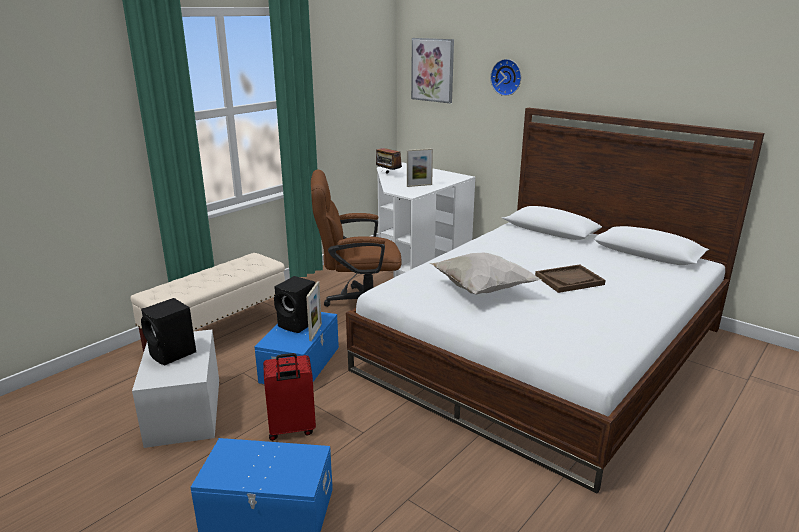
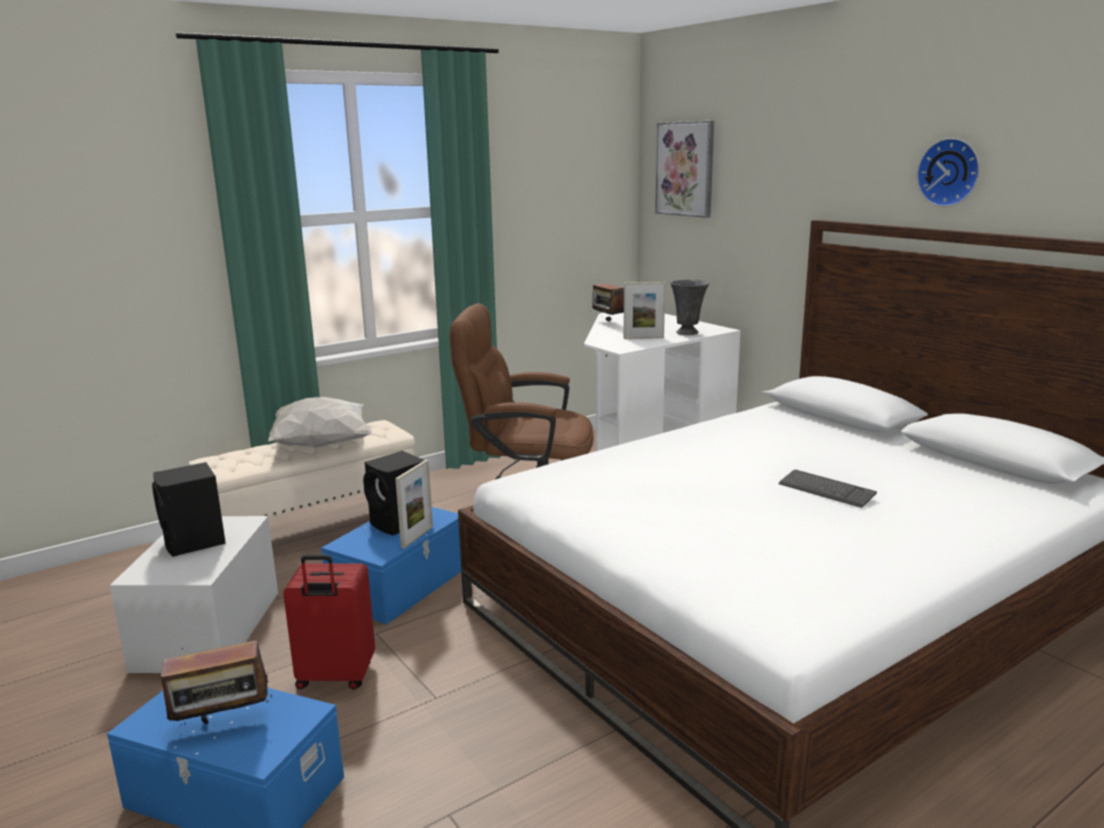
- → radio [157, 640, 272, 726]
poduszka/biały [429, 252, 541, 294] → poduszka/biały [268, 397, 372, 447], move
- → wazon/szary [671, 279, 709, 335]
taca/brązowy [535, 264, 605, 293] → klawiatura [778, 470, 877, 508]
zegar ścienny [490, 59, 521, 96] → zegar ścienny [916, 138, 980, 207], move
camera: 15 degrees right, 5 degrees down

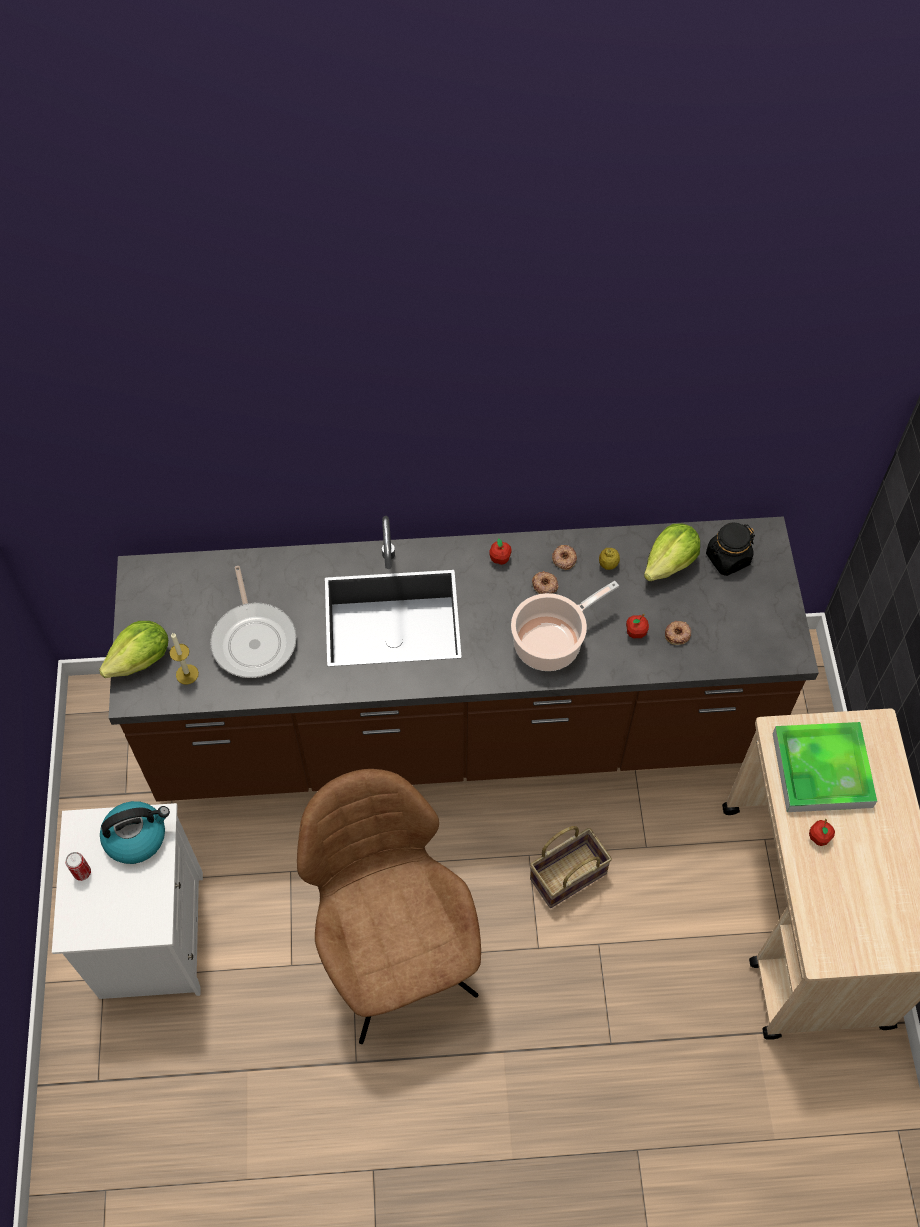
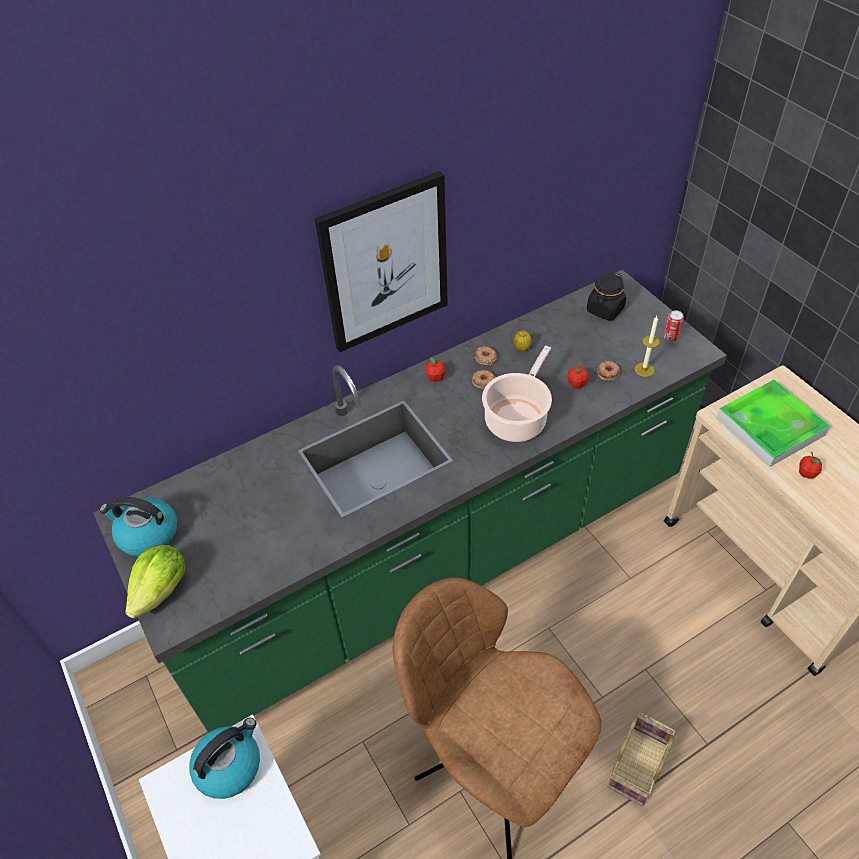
zabudowa kuchenna/brązowy [108, 516, 819, 802] → zabudowa kuchenna/zielony [93, 270, 727, 733]
- → czajnik [99, 497, 177, 557]
- → obraz [315, 171, 448, 352]
koszyk [530, 826, 612, 908] → koszyk [608, 712, 676, 806], move
świeca [169, 633, 199, 684] → świeca [635, 316, 660, 377], move
puszka [65, 852, 91, 881] → puszka [664, 310, 684, 342], move
patelnia [210, 566, 297, 678] → -
sałata [644, 523, 700, 581] → -
camera: 25 degrees left, 10 degrees down

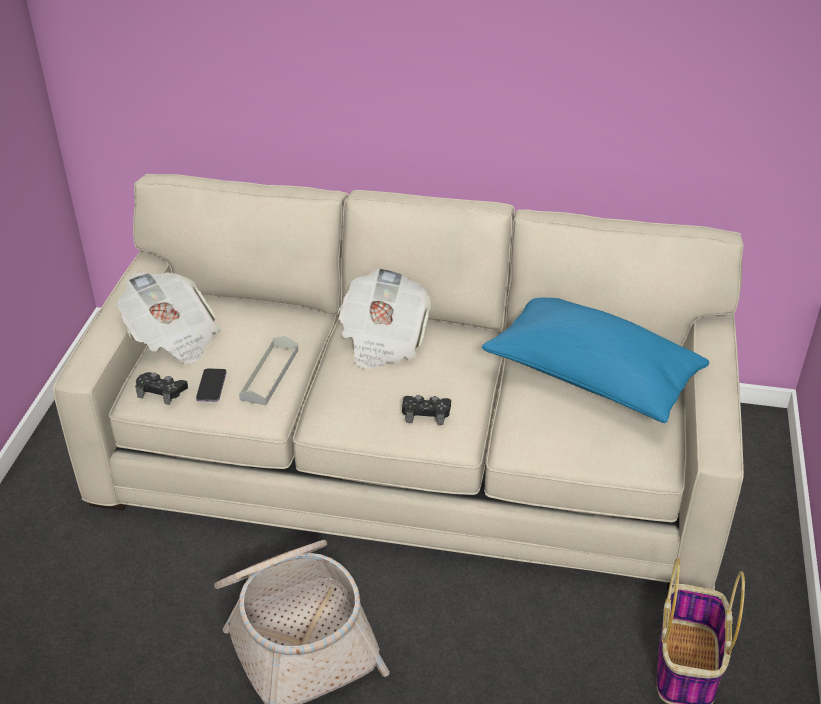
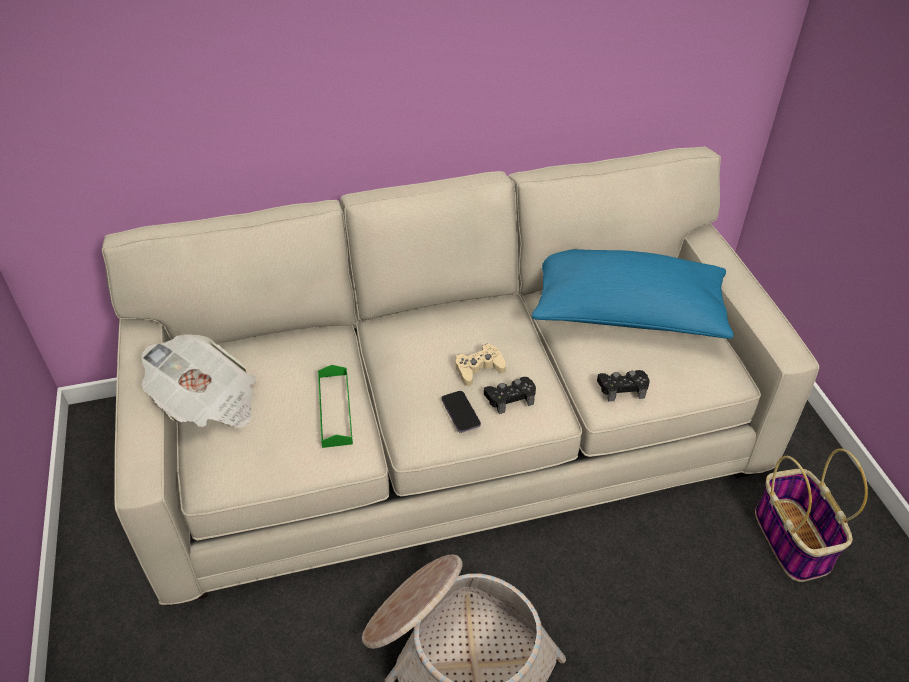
taca/szary [239, 336, 299, 405] → taca/zielony [318, 365, 353, 448]
telefon [196, 368, 226, 402] → telefon [441, 391, 481, 433], move
- → pad do gier/beżowy [456, 344, 506, 386]
pad do gier/czarny [135, 372, 188, 405] → pad do gier/czarny [597, 370, 650, 402], move
gazeta [338, 268, 432, 369] → -
camera: 25 degrees left, 5 degrees up

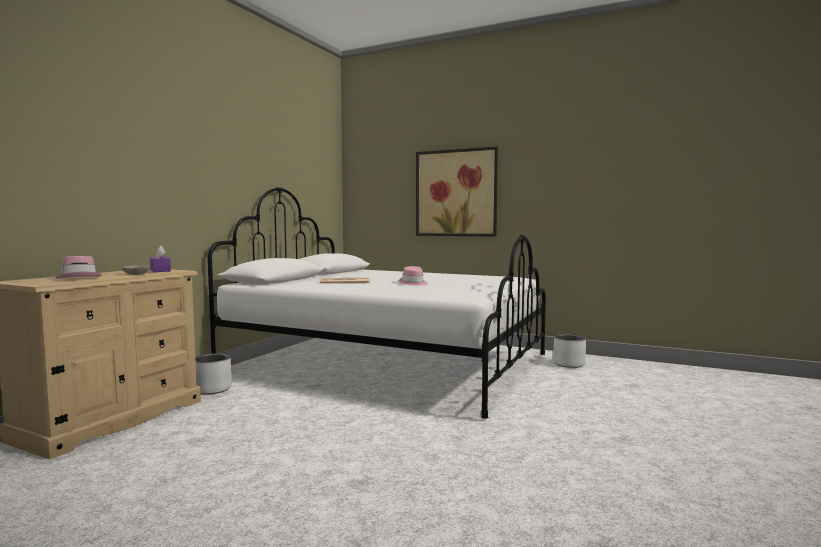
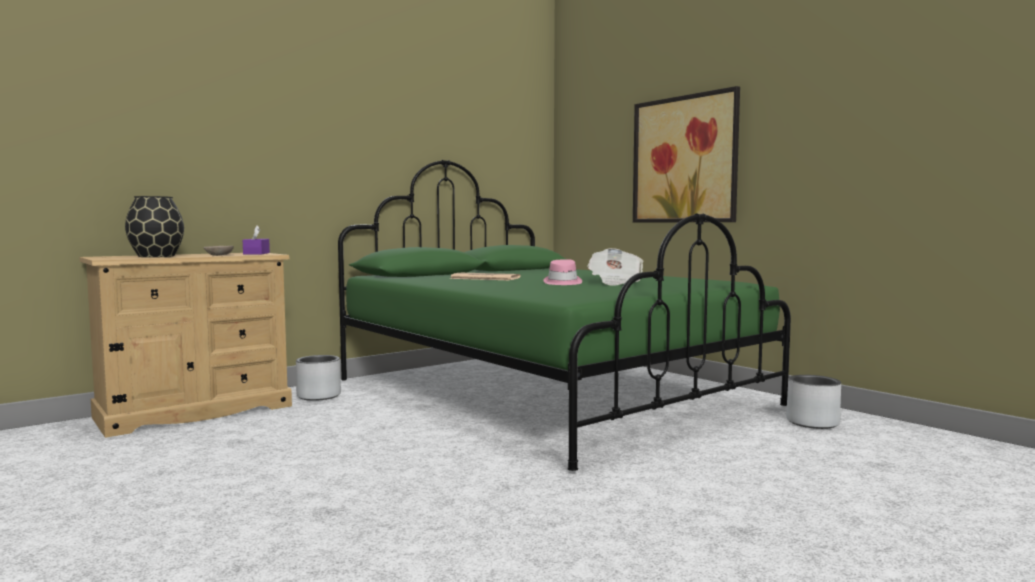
kapelusz/różowy [55, 256, 102, 279] → wazon/czarny [125, 196, 184, 257]
łóżko/biały [207, 187, 546, 419] → łóżko/zielony [338, 160, 791, 471]
- → gazeta [587, 248, 643, 286]
camera: 25 degrees right, 0 degrees up

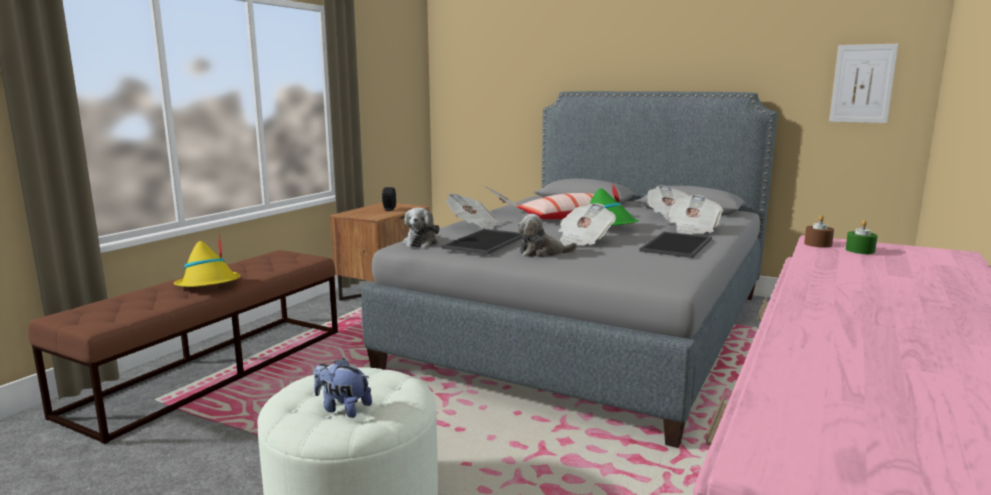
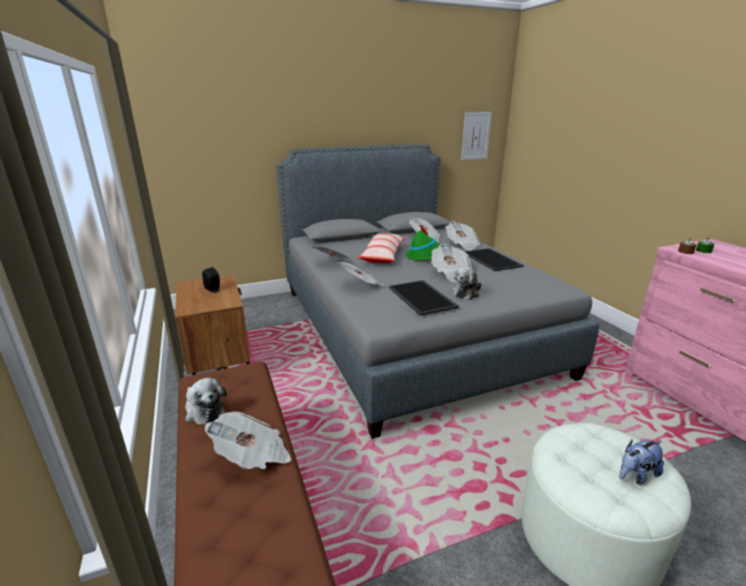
pluszak [403, 208, 439, 248] → pluszak [185, 378, 227, 425], move
kapelusz/żółty [174, 237, 240, 287] → gazeta [205, 411, 292, 470]
camera: 50 degrees left, 10 degrees up

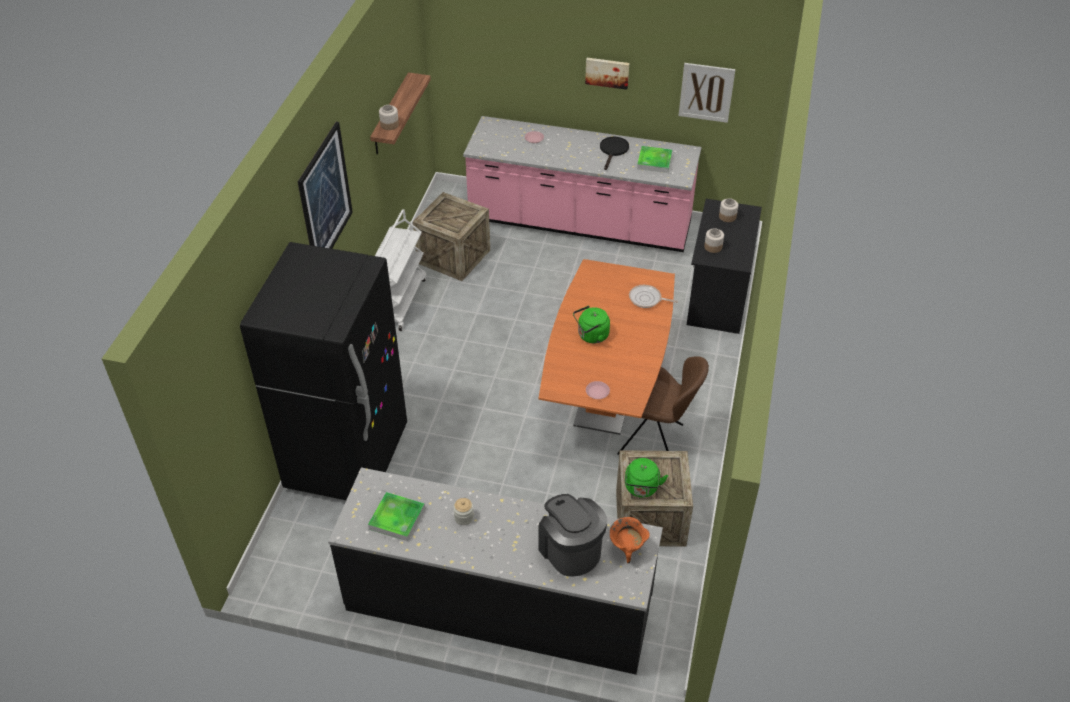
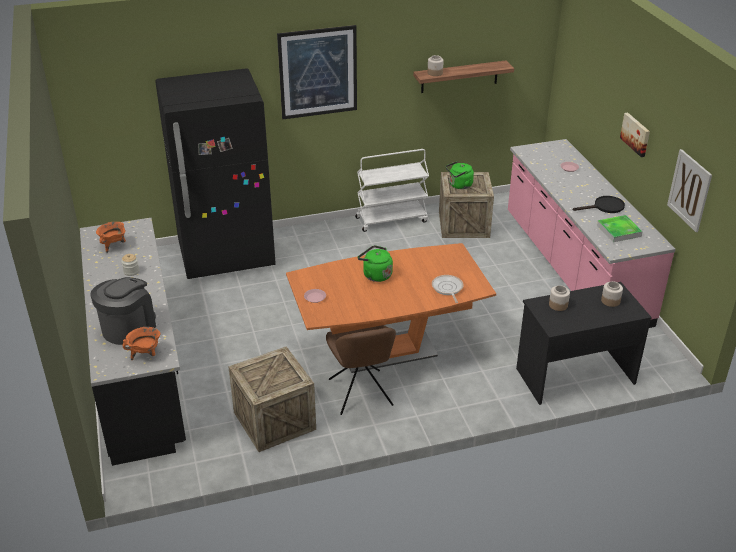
taca [368, 492, 425, 541] → garnek/pomarańczowy [96, 222, 126, 253]
czajnik/zielony [625, 458, 668, 497] → czajnik/zielony [446, 161, 474, 189], move
camera: 60 degrees right, 10 degrees down

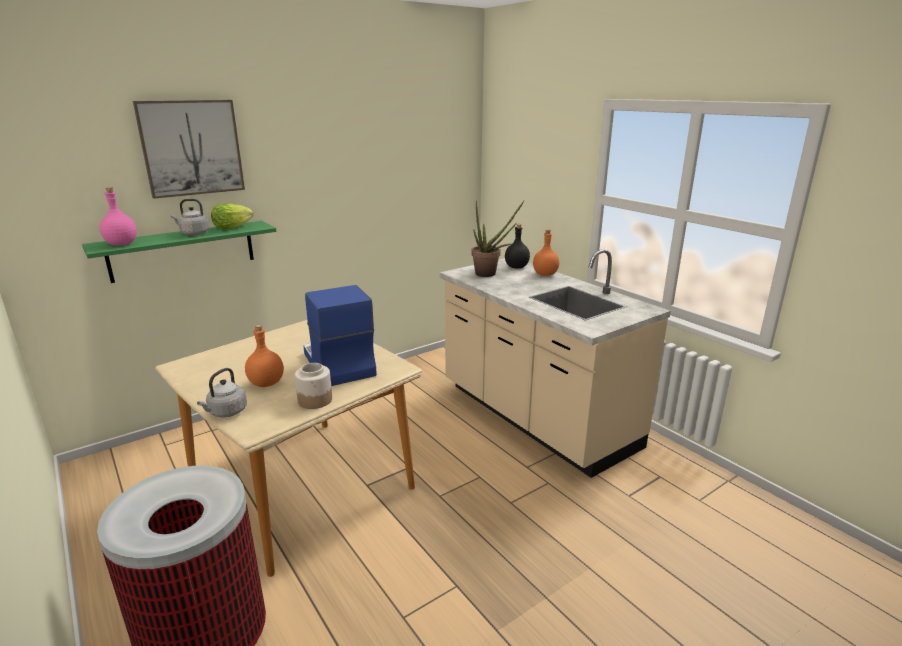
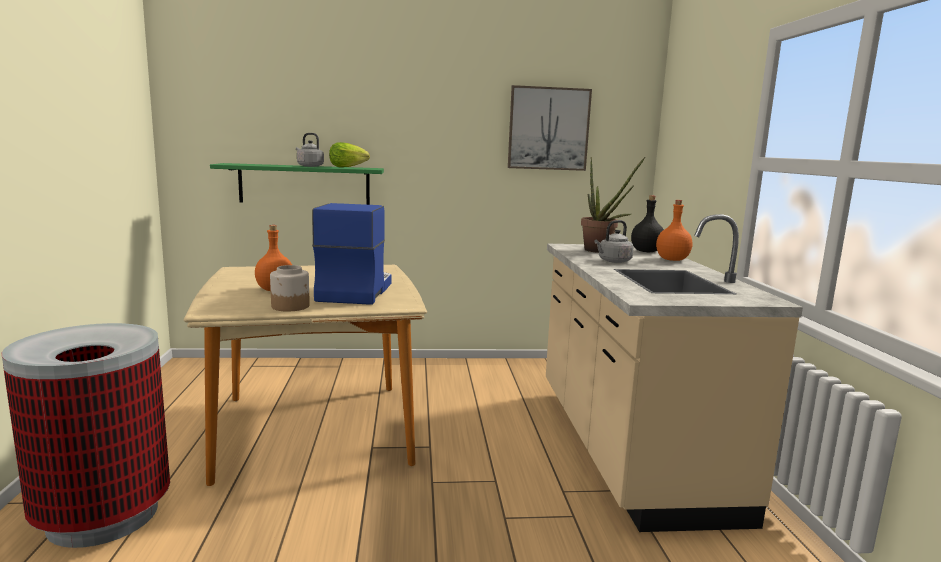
obraz [133, 100, 245, 199] → obraz [508, 85, 592, 171], move
czajnik/szary [197, 368, 247, 417] → czajnik/szary [594, 220, 633, 263], move
butelka/różowy [100, 188, 137, 246] → -
camera: 30 degrees right, 10 degrees down

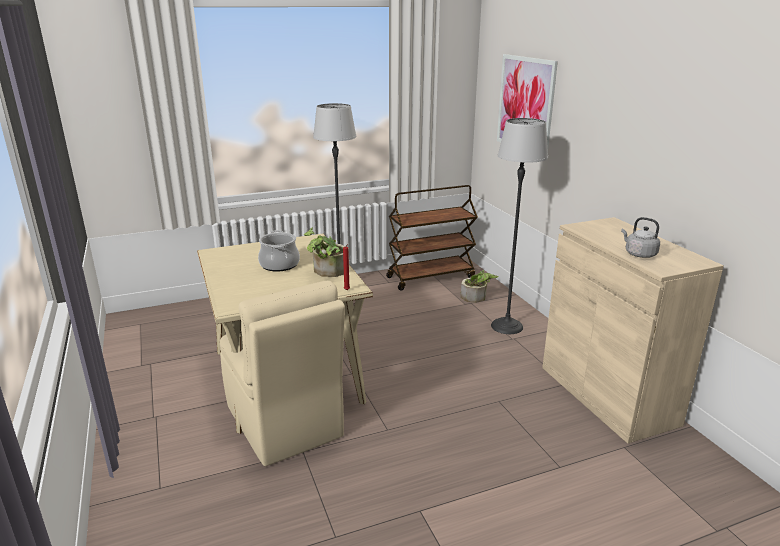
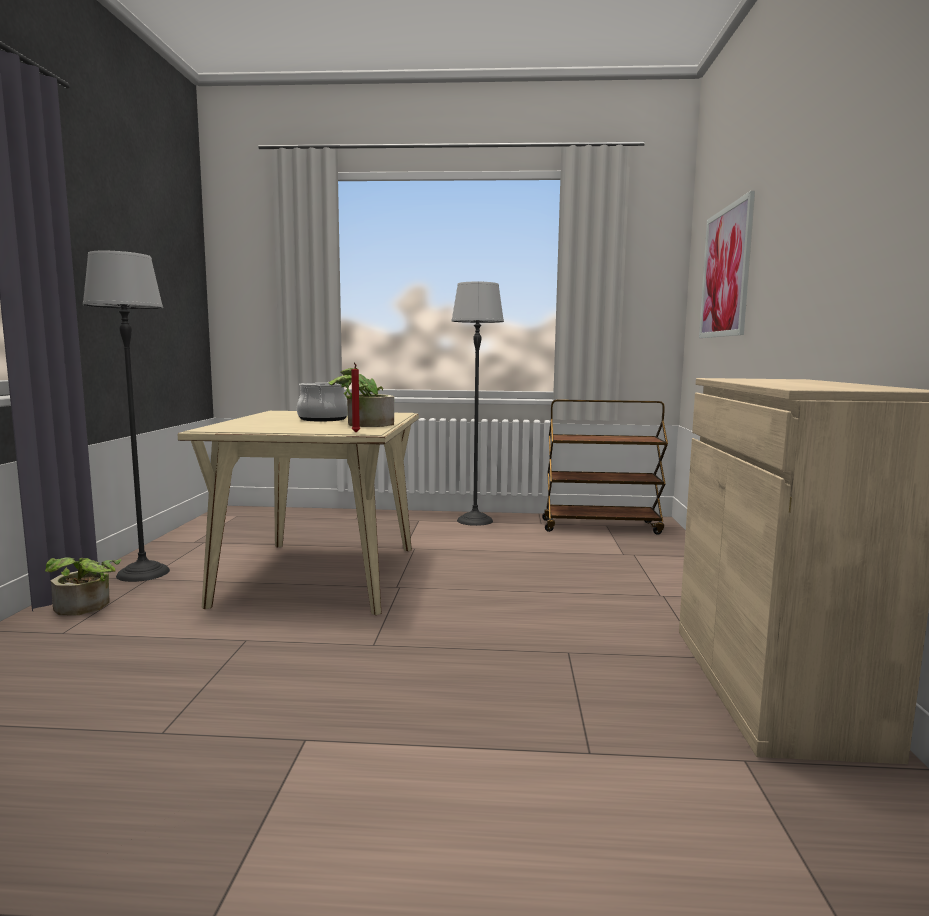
roślina doniczkowa [461, 270, 499, 303] → roślina doniczkowa [45, 557, 121, 615], move
lampa stojąca [491, 118, 548, 334] → lampa stojąca [83, 251, 170, 582], move
krzesło/beżowy [220, 281, 345, 466] → -
czajnik/szary [621, 217, 660, 258] → -
camera: 25 degrees right, 15 degrees down

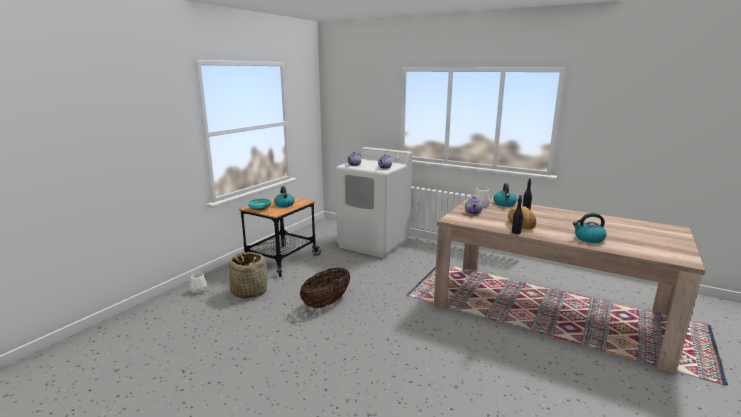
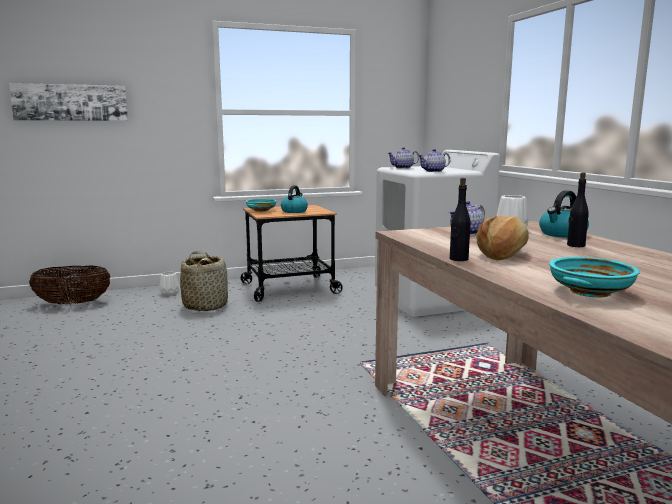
- → obraz [9, 83, 128, 121]
koszyk [300, 268, 350, 309] → koszyk [29, 265, 111, 304], move
czajnik [573, 213, 607, 243] → miska/turkusowy [549, 257, 640, 297]
camera: 40 degrees right, 5 degrees down

